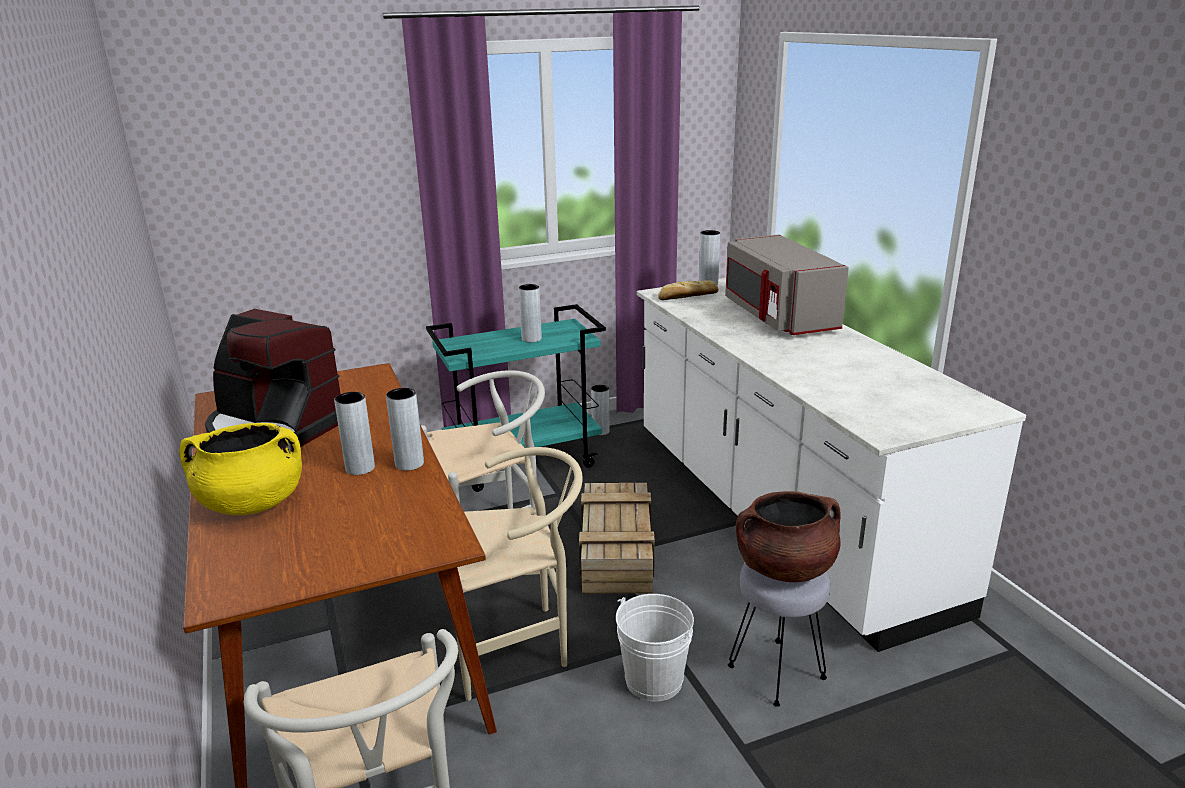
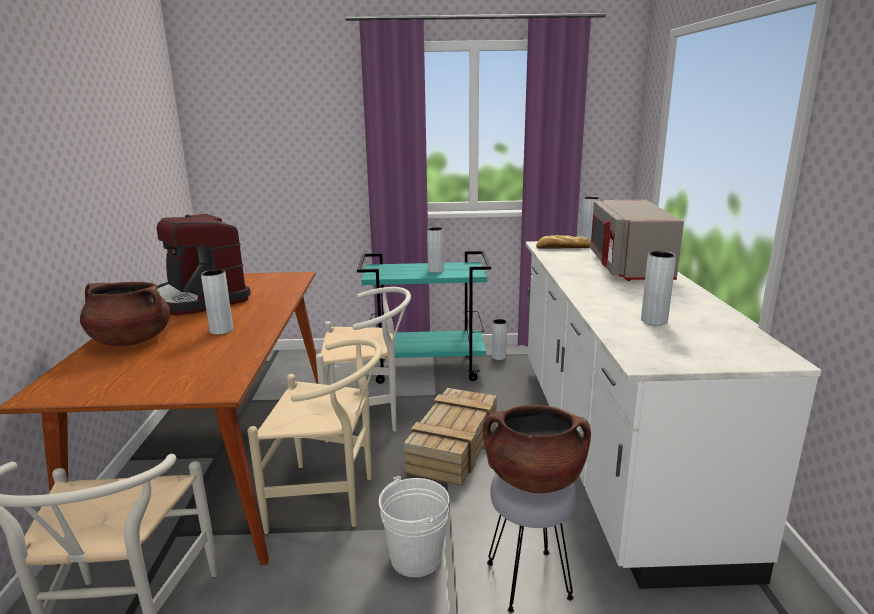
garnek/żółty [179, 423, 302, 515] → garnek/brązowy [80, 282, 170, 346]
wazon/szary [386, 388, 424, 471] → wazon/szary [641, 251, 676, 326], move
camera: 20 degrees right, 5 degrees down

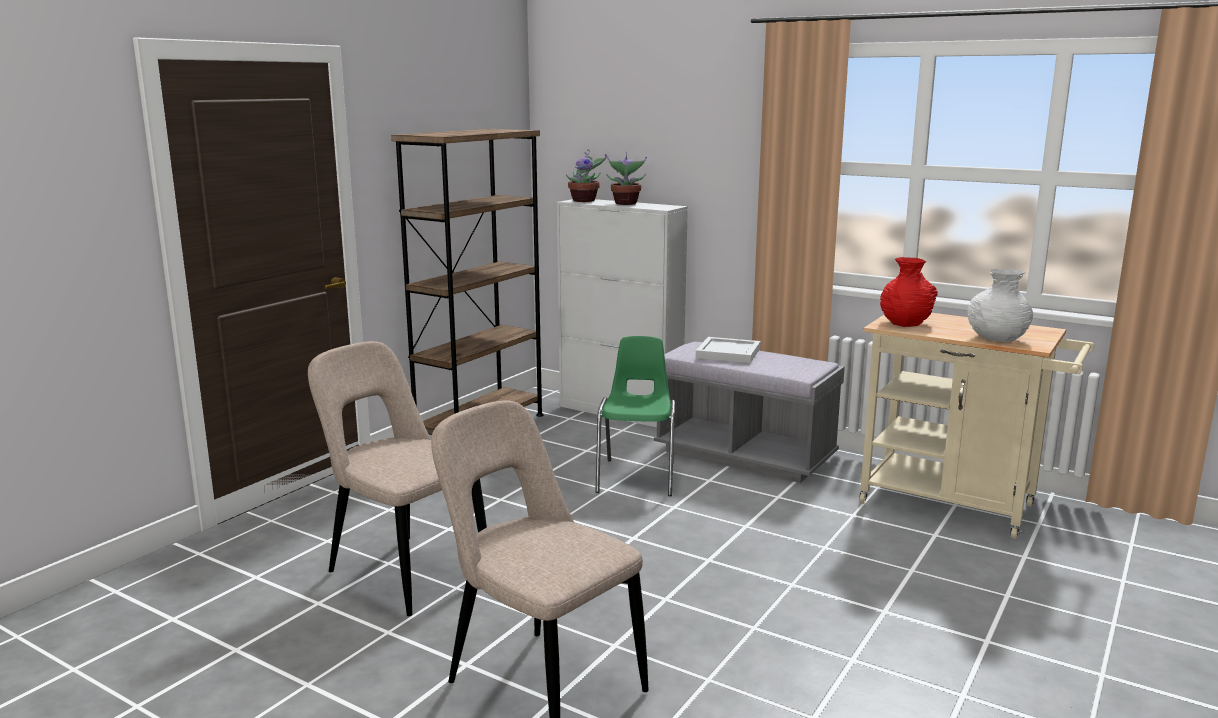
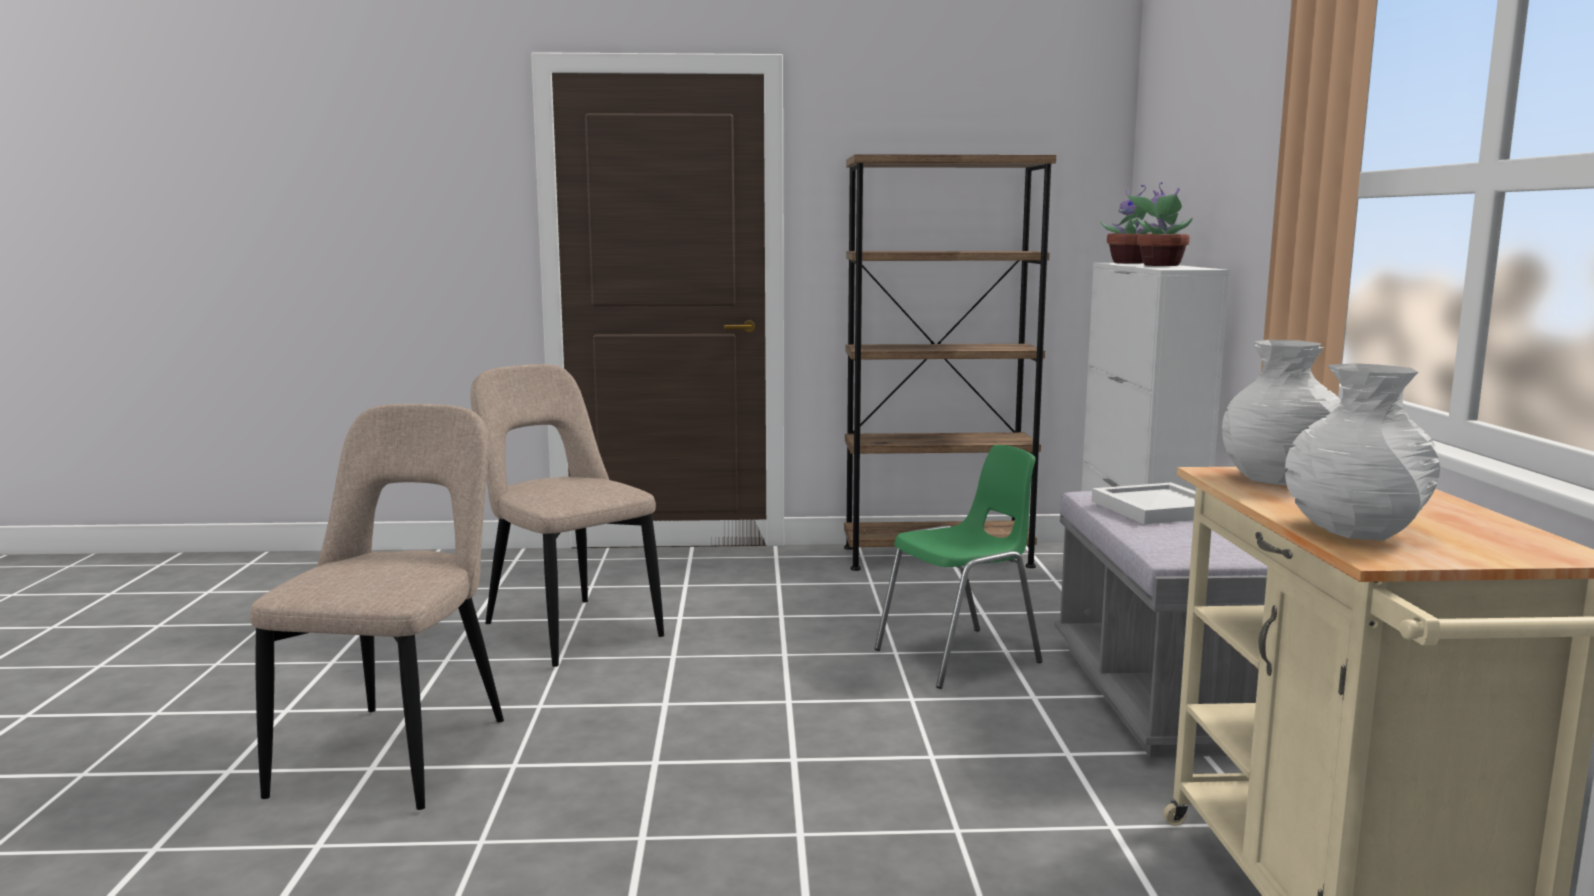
krzesło/beżowy [308, 341, 487, 616] → krzesło/beżowy [470, 364, 664, 667], 45 degrees counterclockwise
wazon/czerwony [880, 257, 938, 327] → wazon/biały [1222, 340, 1343, 486]
camera: 55 degrees right, 5 degrees down

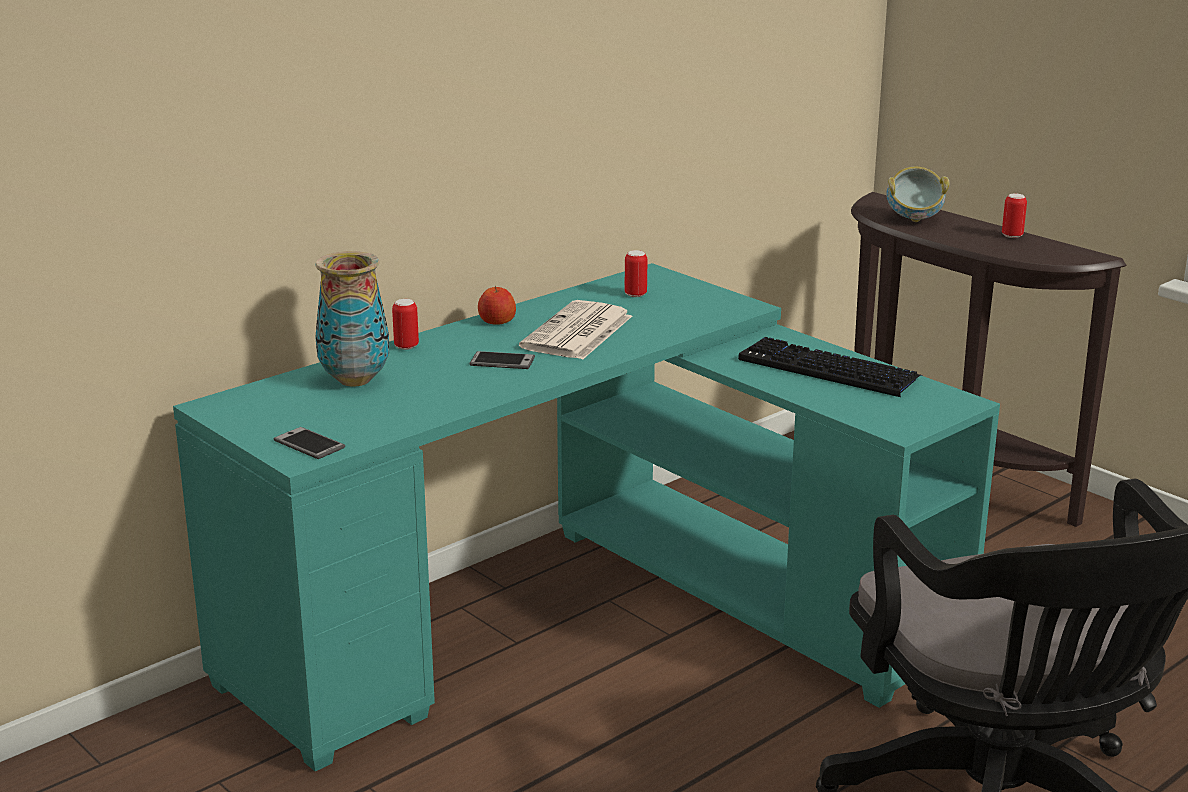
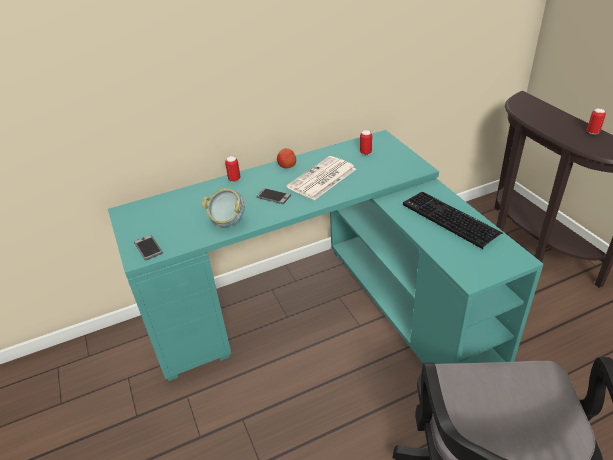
miska [886, 167, 949, 222] → miska [202, 188, 245, 227], move
wazon [315, 251, 389, 386] → -
camera: 20 degrees right, 15 degrees up

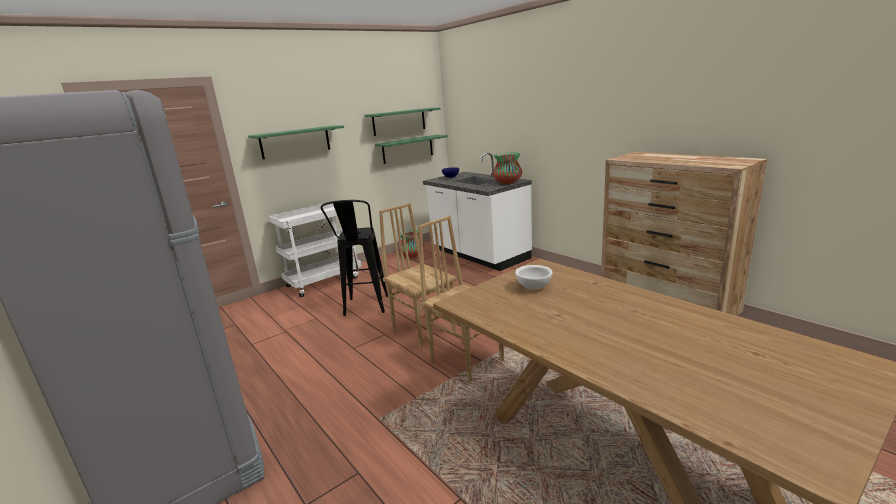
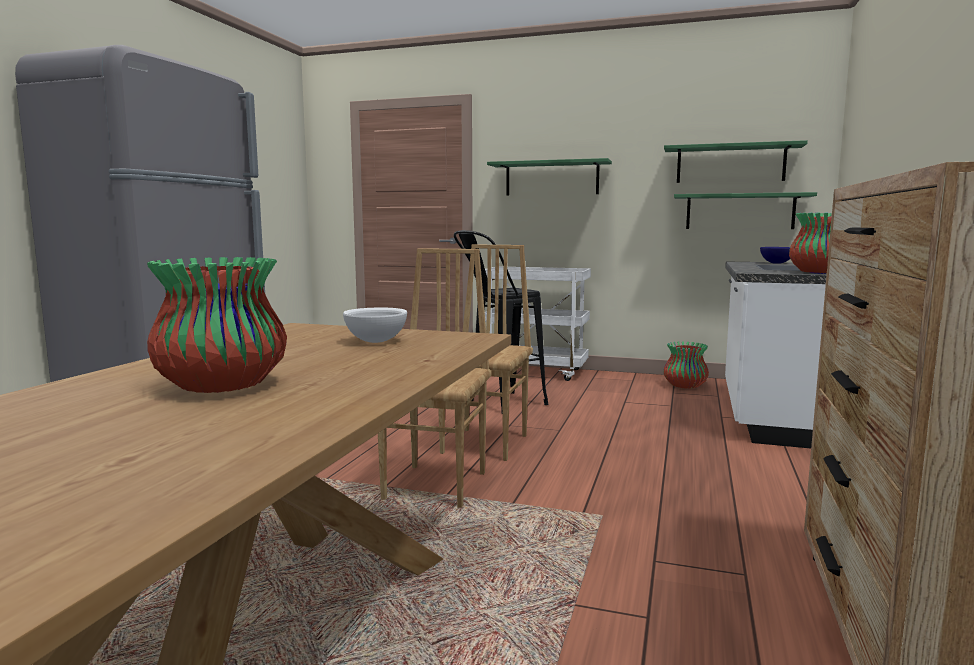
- → wazon [147, 257, 287, 393]
camera: 55 degrees right, 10 degrees down

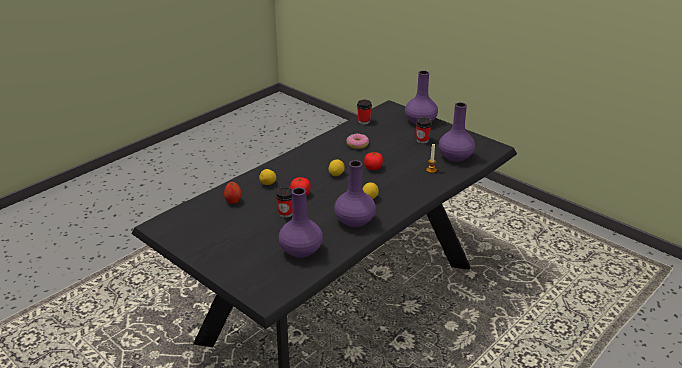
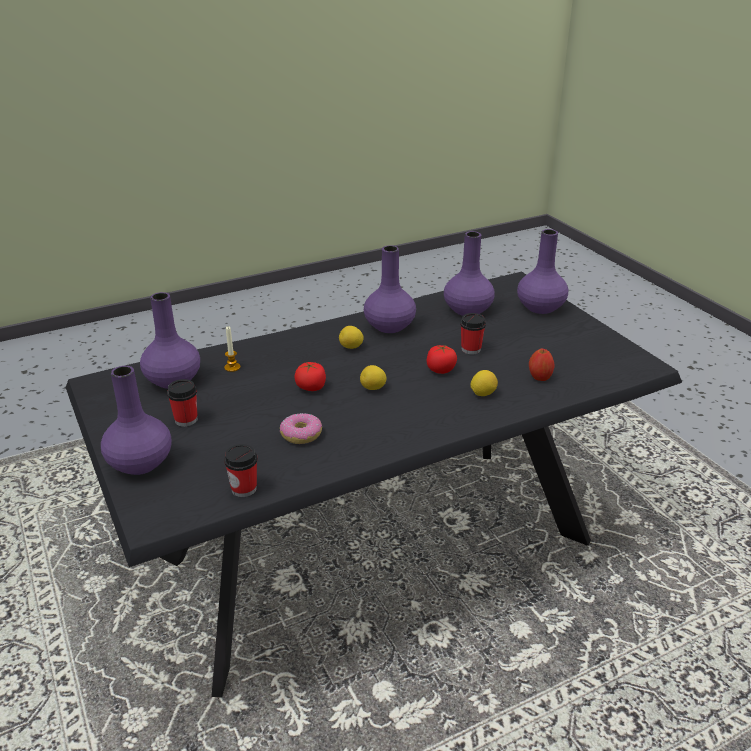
- → wazon/fioletowy [517, 229, 568, 314]
camera: 160 degrees left, 0 degrees up

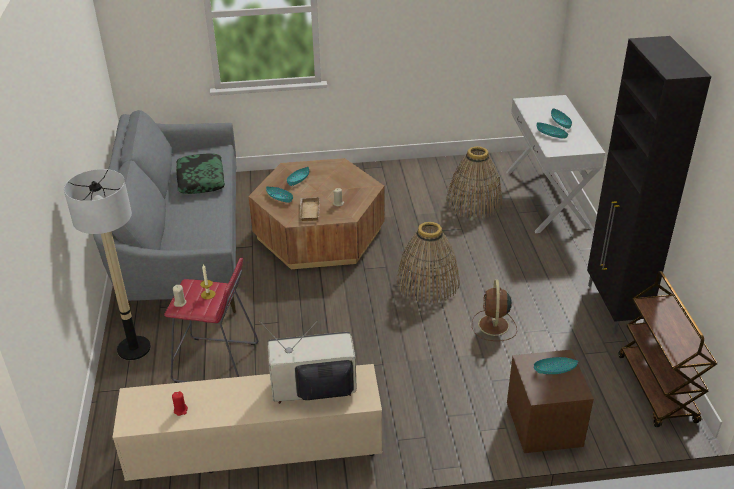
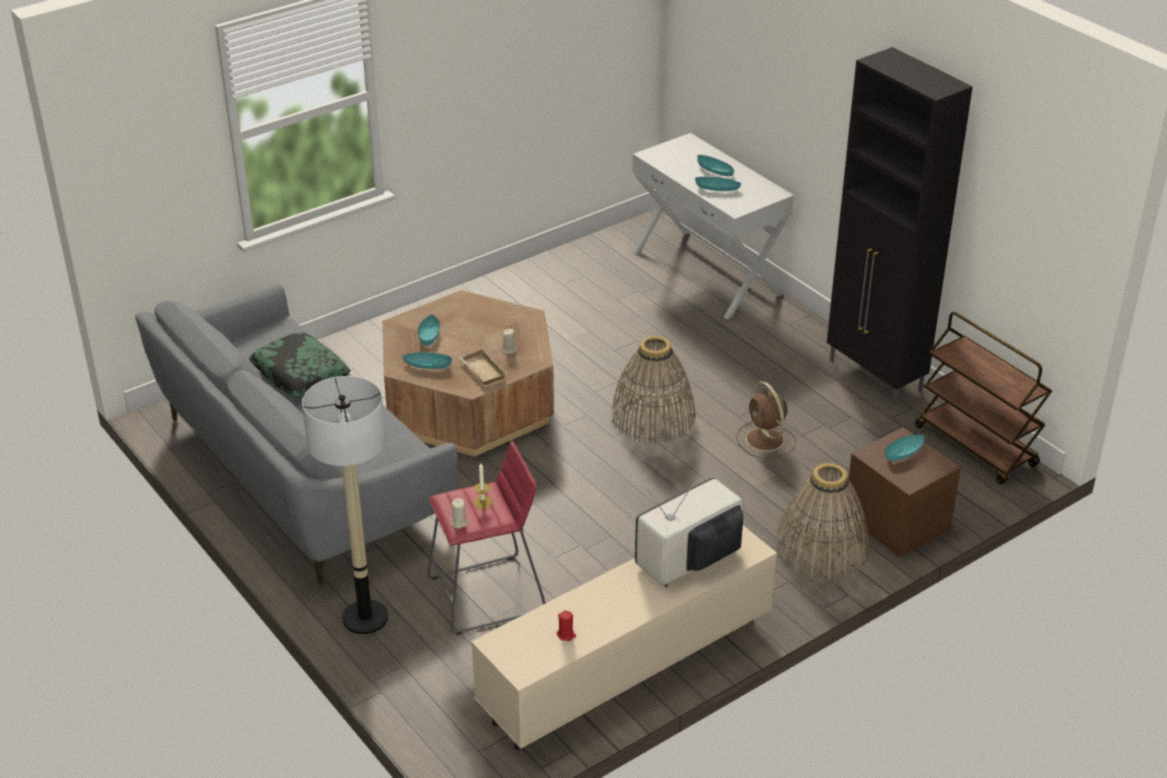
koszyk [446, 146, 502, 219] → koszyk [776, 463, 869, 581], move
camera: 30 degrees left, 0 degrees up

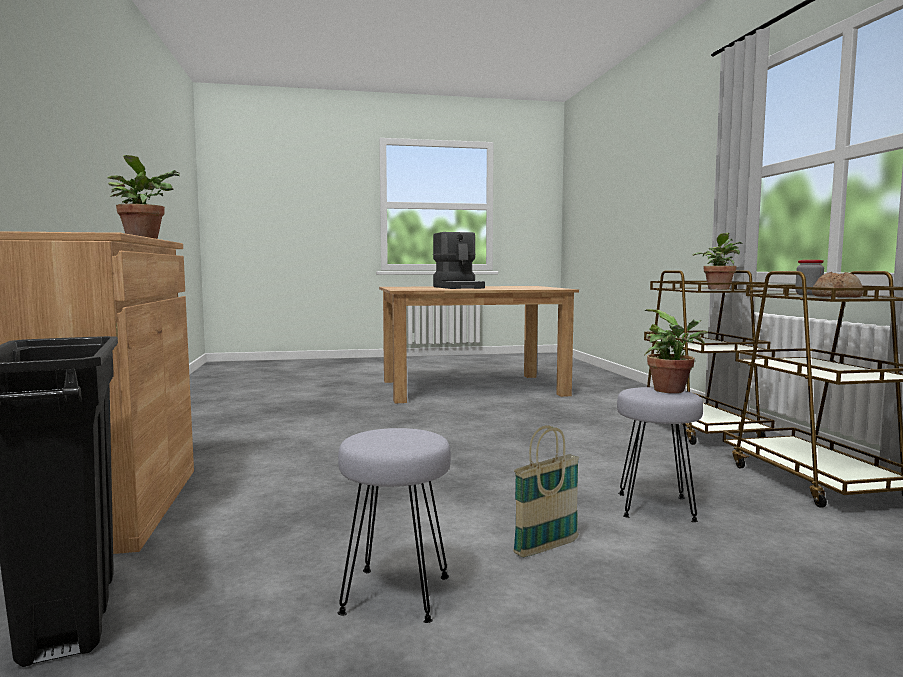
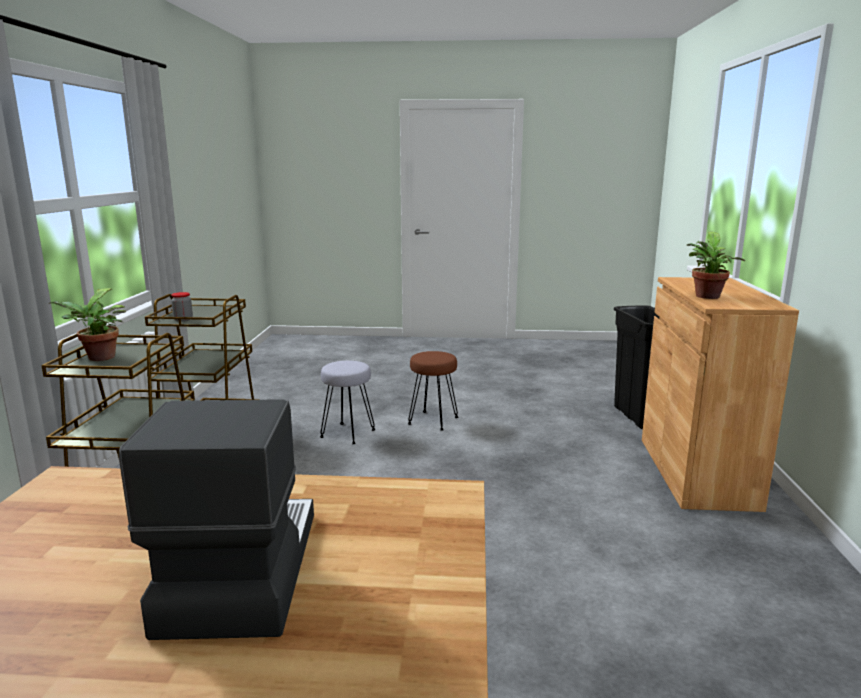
koszyk [513, 425, 579, 557] → stołek/brązowy [408, 351, 458, 431]
stołek/szary [338, 428, 451, 623] → -
roślina doniczkowa [644, 309, 708, 393] → -
chleb [812, 272, 864, 297] → -
camera: 165 degrees left, 10 degrees up

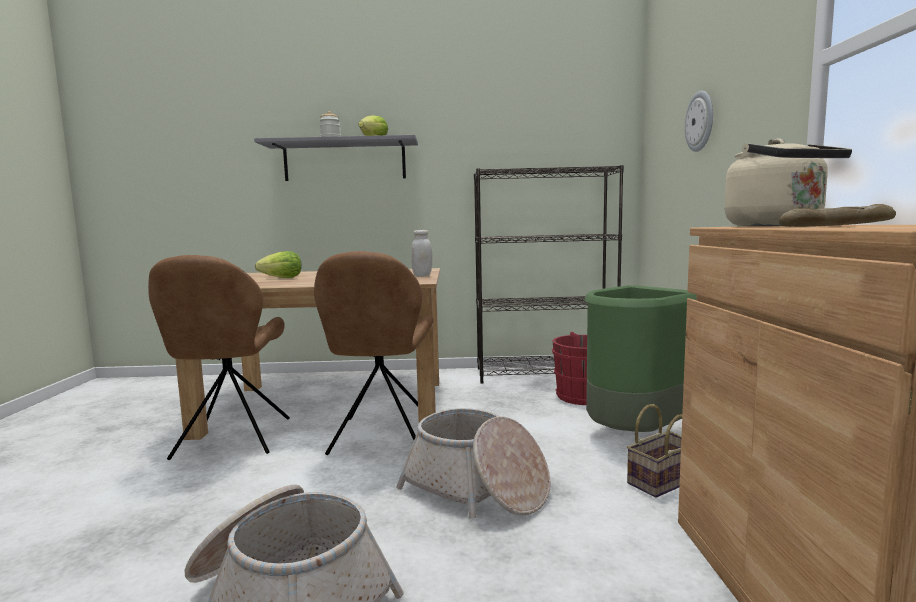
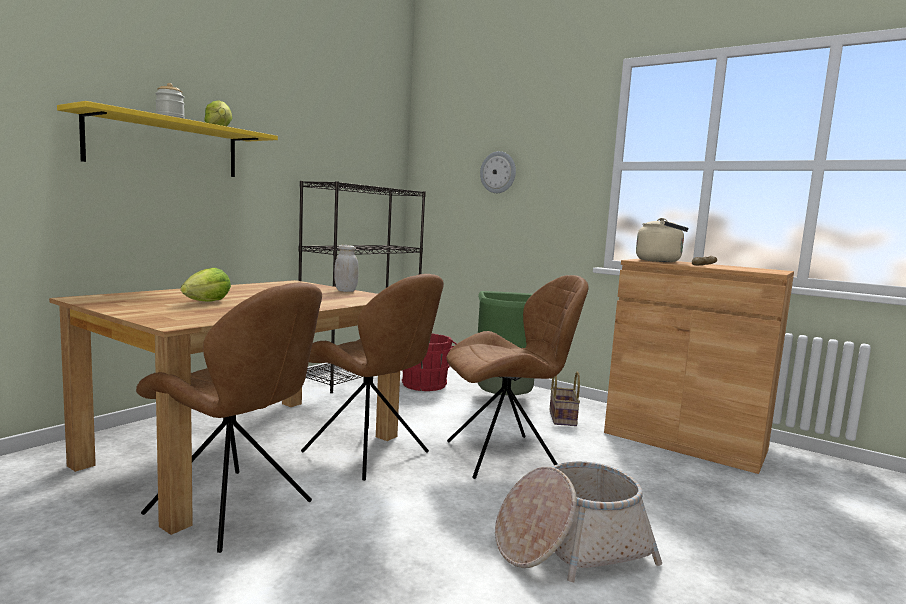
półka/szary [254, 135, 418, 181] → półka/żółty [57, 101, 278, 177]
koszyk [396, 408, 551, 519] → krzesło/brązowy [446, 275, 588, 479]
camera: 55 degrees left, 0 degrees up

